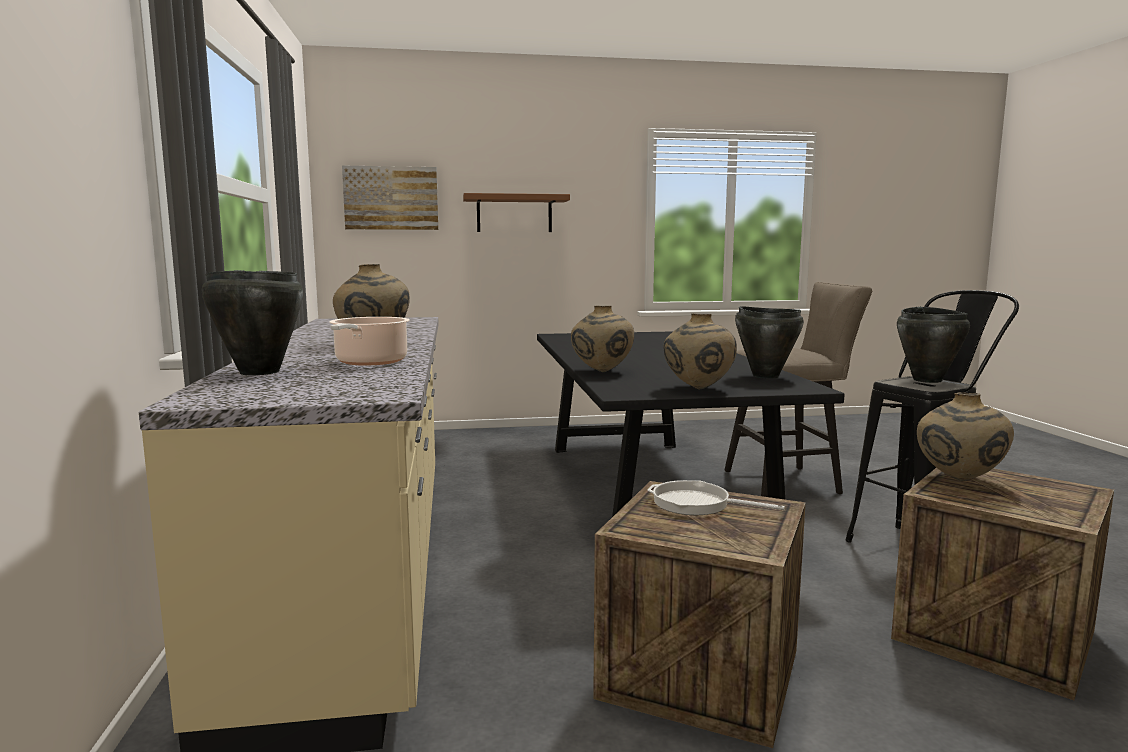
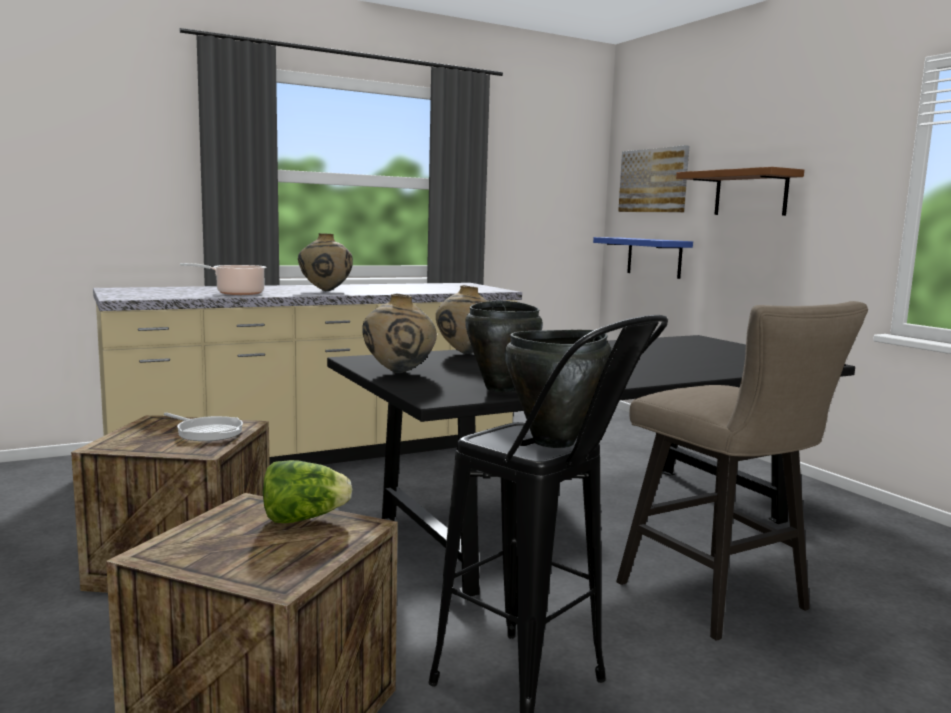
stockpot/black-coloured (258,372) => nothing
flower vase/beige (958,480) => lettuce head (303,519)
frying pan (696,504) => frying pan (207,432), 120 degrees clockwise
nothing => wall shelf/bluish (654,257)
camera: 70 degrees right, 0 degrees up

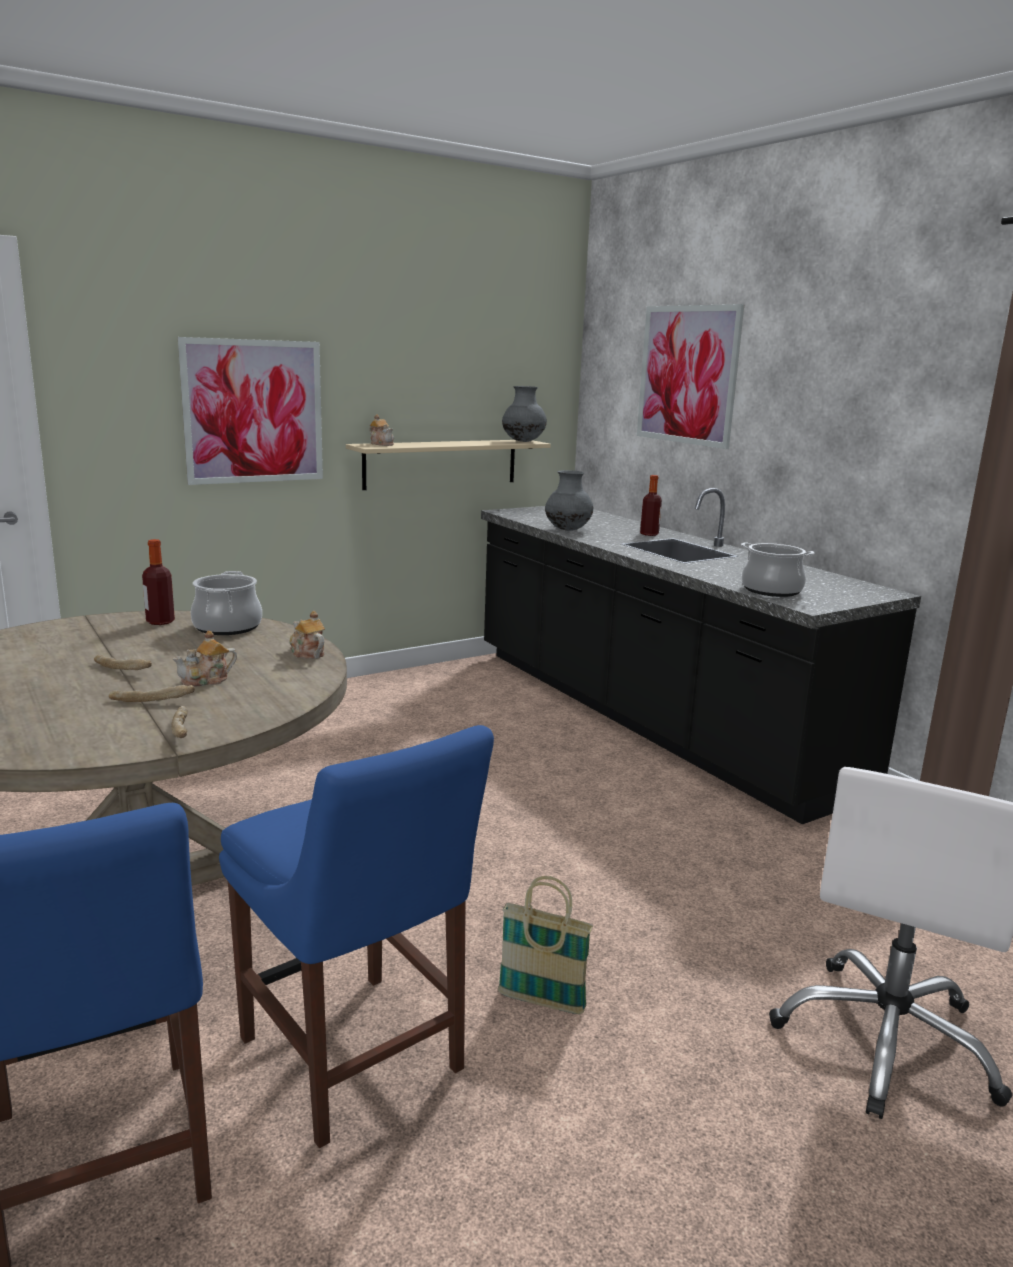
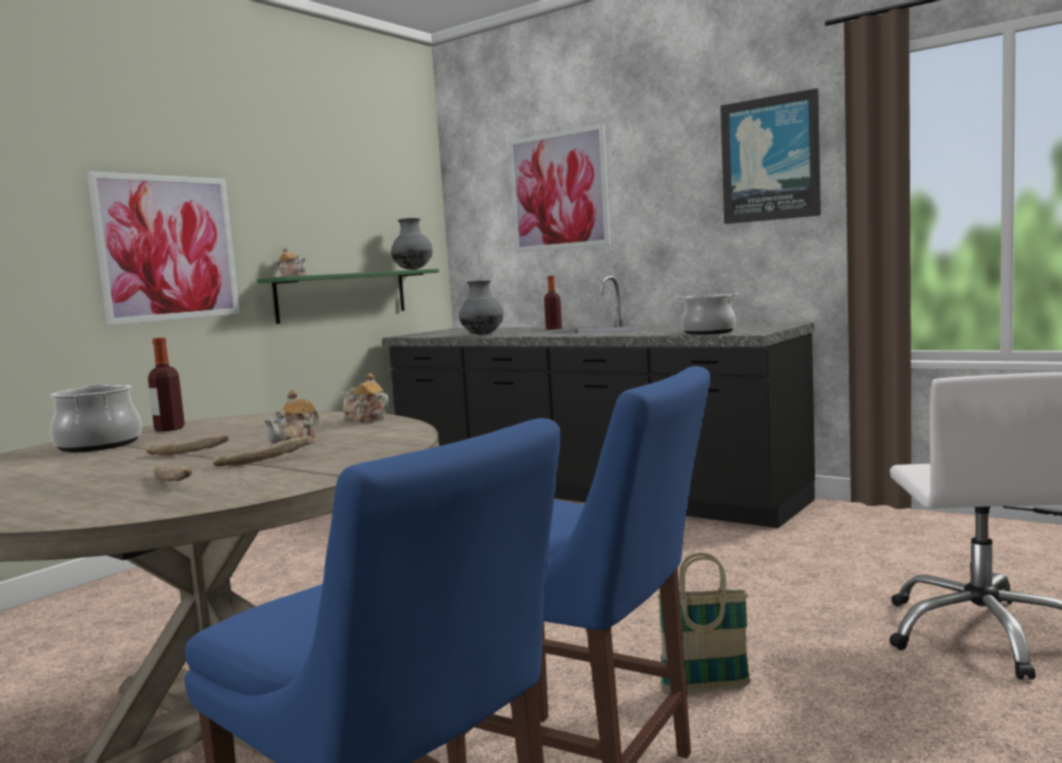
wall shelf/beige (441,463) => wall shelf/green-coloured (342,295)
stockpot (228,627) => stockpot (99,445), relocated
baked bread (183,730) => baked bread (173,481), relocated
nothing => picture (770,159)
camera: 20 degrees left, 10 degrees down

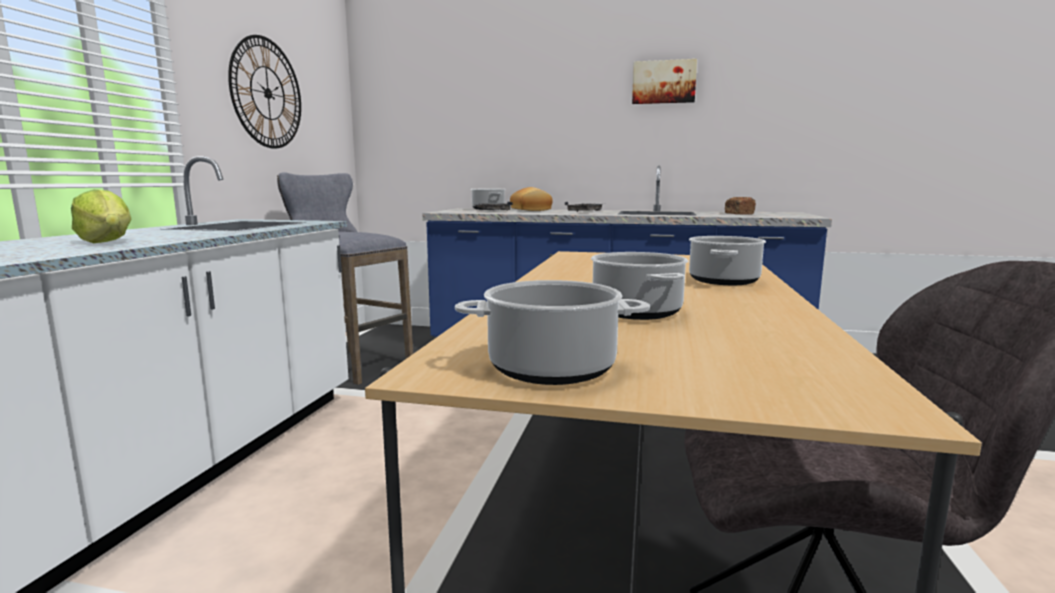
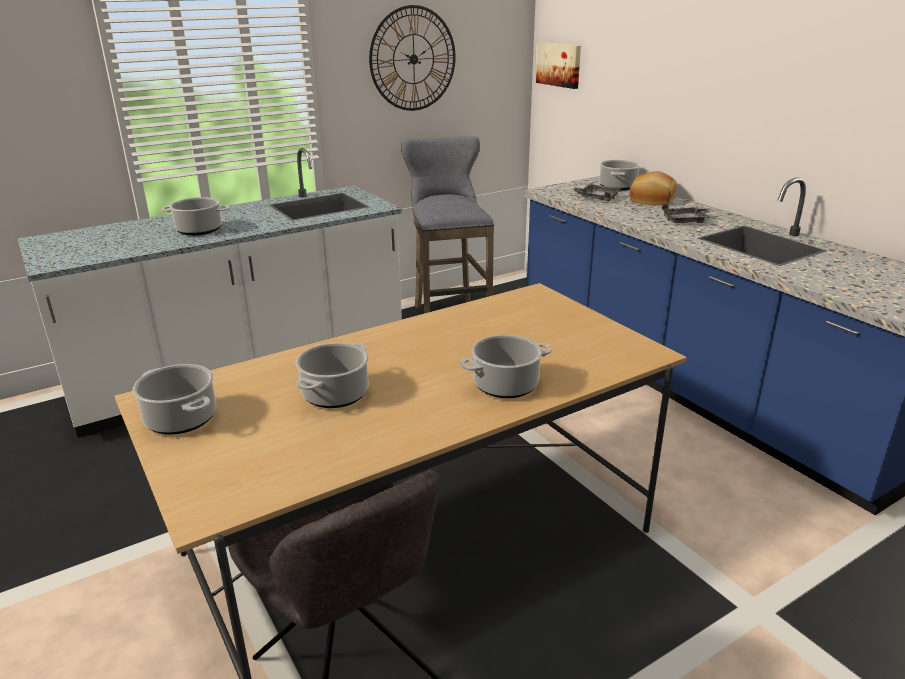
picture (664,82) => picture (559,64), relocated
lettuce head (107,242) => stockpot (200,230)
baked bread (738,213) => nothing
camera: 45 degrees right, 15 degrees up

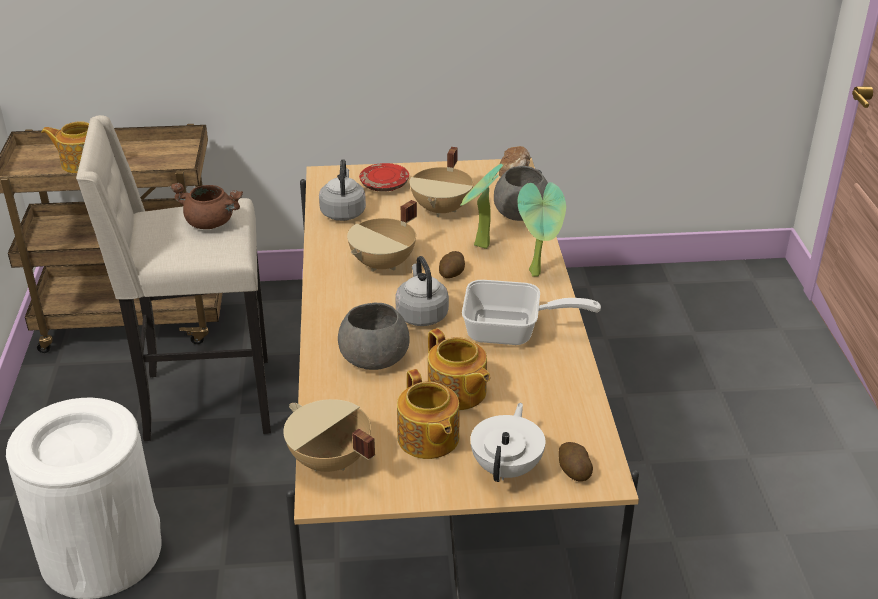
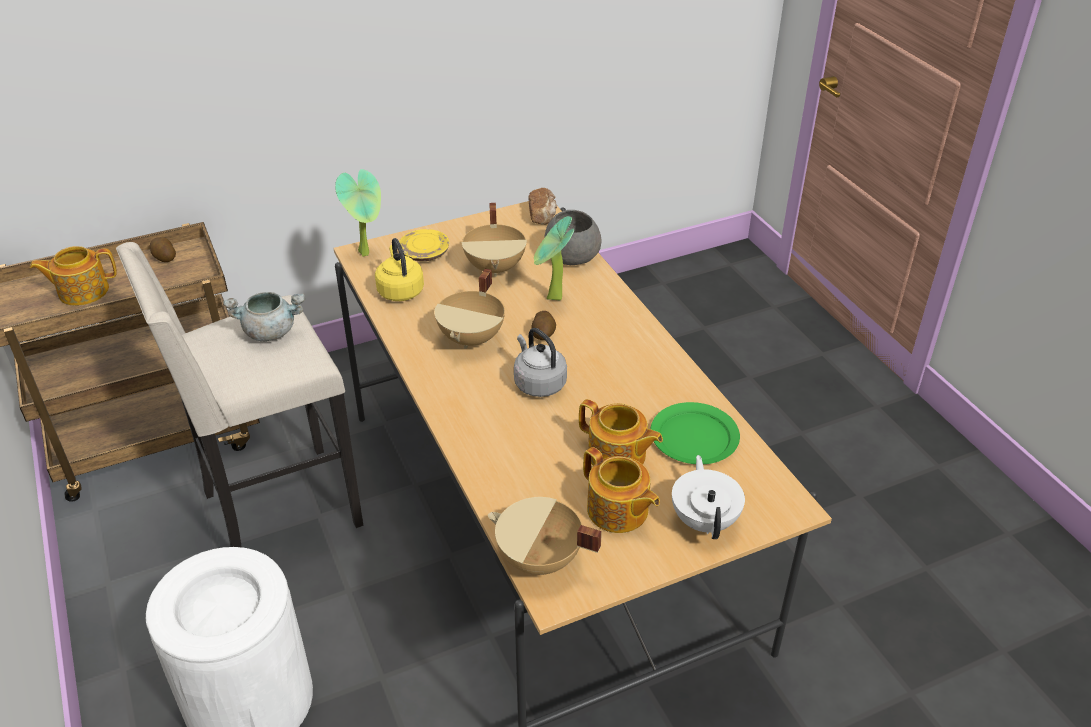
tea kettle/greyish (343,212) => tea kettle/yellowish (400,290)
plate/reddish (384,185) => plate/yellowish (425,253)
potted plant (538,273) => potted plant (367,252), relocated
stockpot/brownish (211,223) => stockpot/greyish (271,331)
frying pan (512,332) => nothing
serving bowl/greyish (373,358) => nothing
potato (573,471) => potato (164,257), relocated
nothing => plate/green-coloured (694,437)
camera: 20 degrees left, 5 degrees up

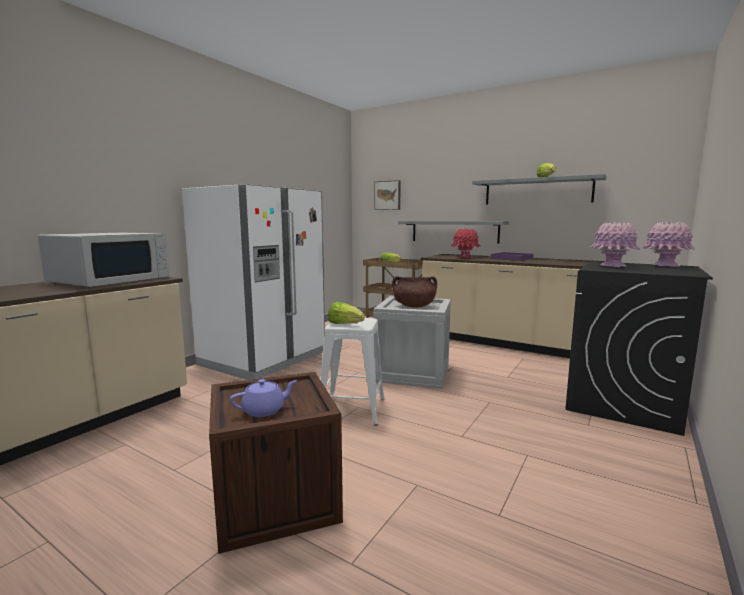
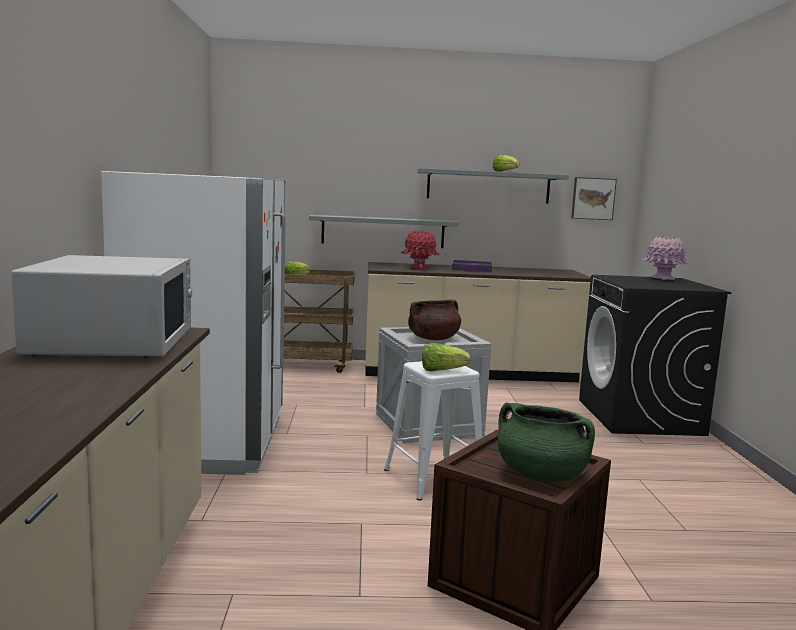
picture (388,195) => picture (593,198), relocated
flower vase/pinkish (612,266) => nothing
teapot/purplish (265,410) => stockpot/green-coloured (540,475)
camera: 35 degrees left, 0 degrees up

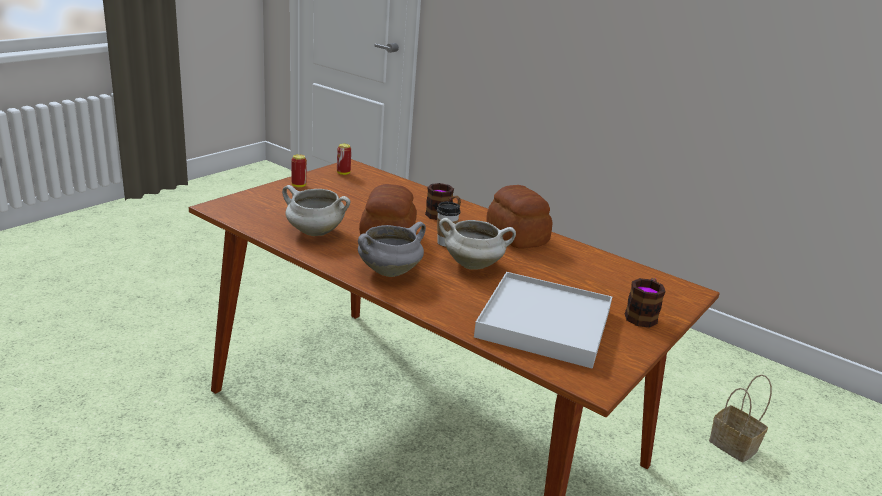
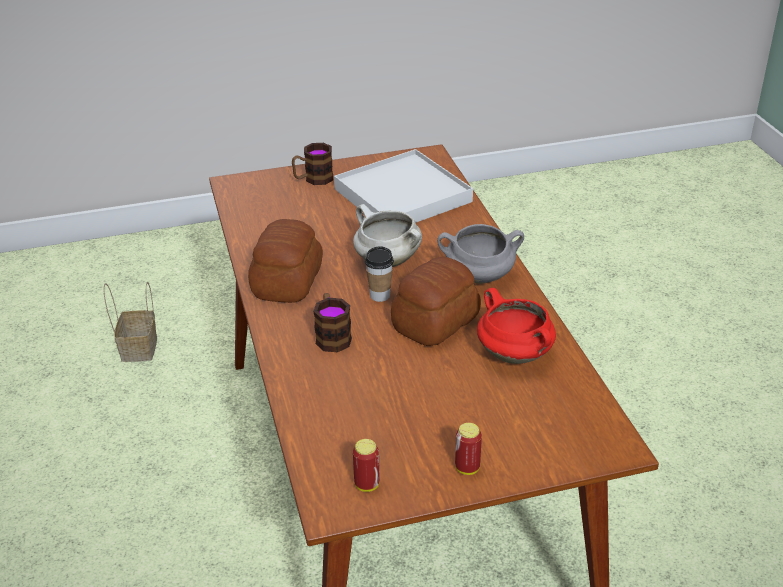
stockpot/white-coloured (314,232) => stockpot/reddish (516,355)
camera: 140 degrees left, 10 degrees up

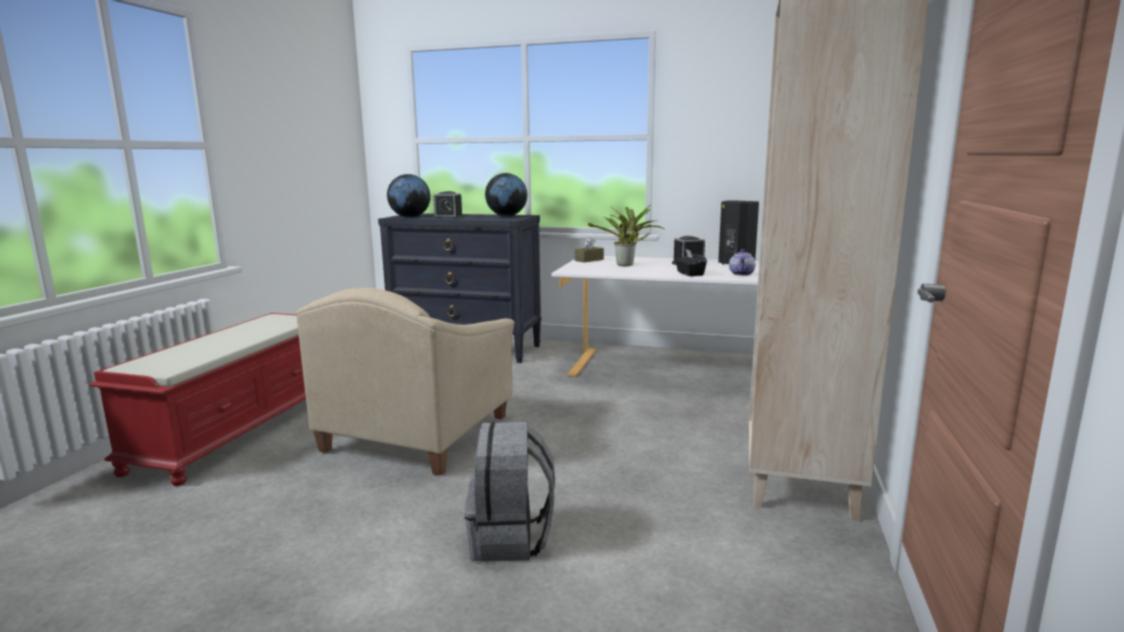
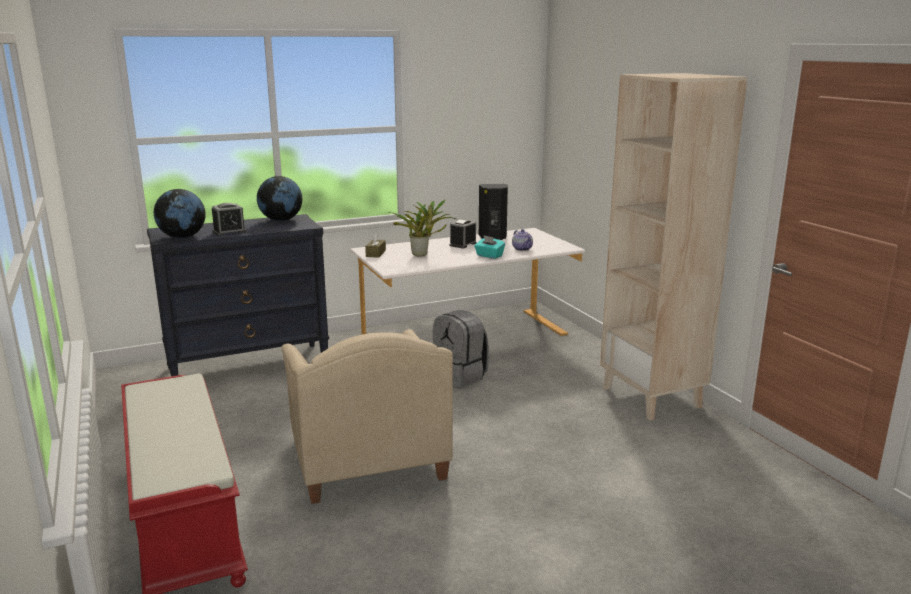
tissue holder/black-coloured (689,274) => tissue holder/turquoise (489,256)
backpack/greyish (511,539) => backpack/greyish (460,376), relocated
camera: 40 degrees left, 5 degrees up

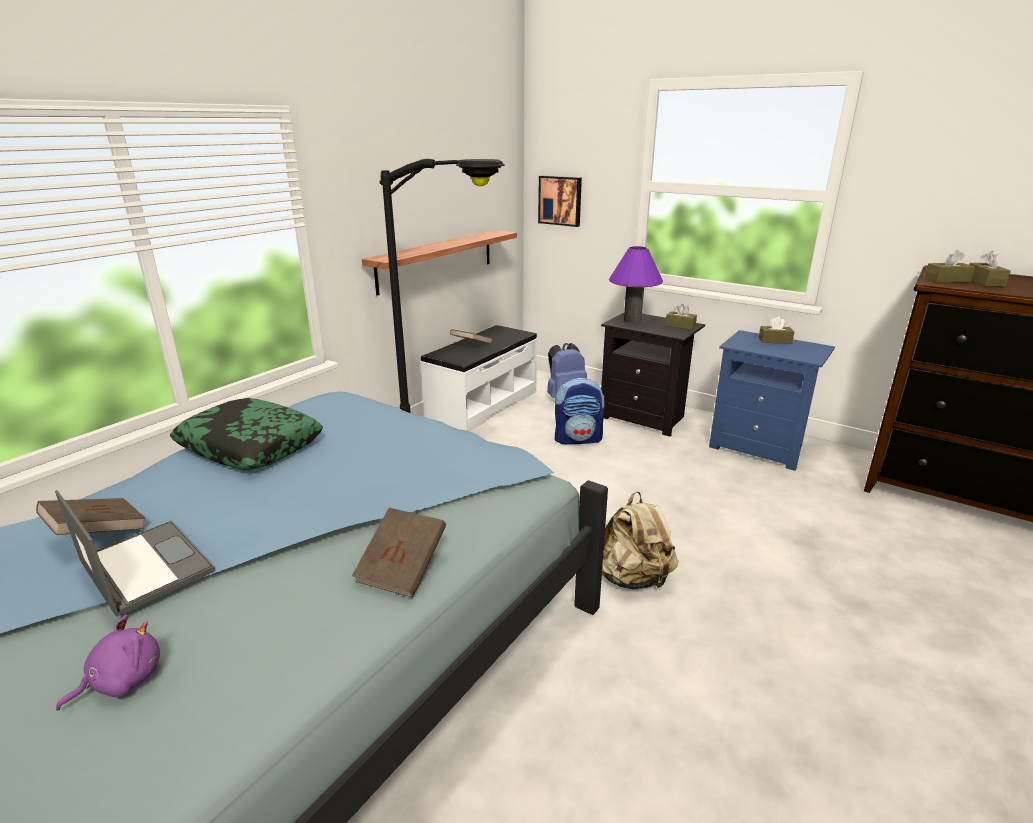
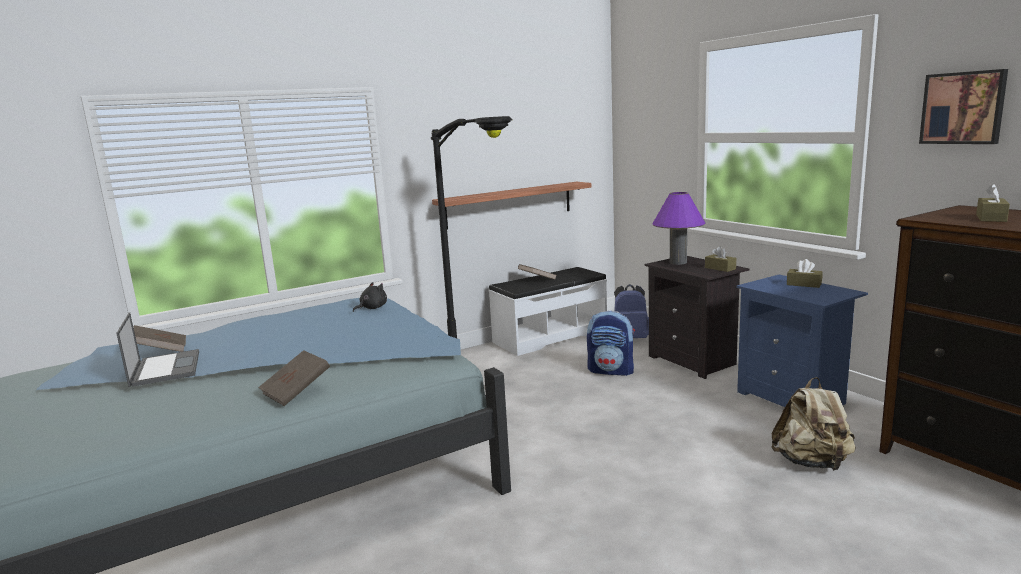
picture (560,200) => picture (963,108), relocated
tissue holder/brownish (947,280) => nothing
throw pillow (249,446) => nothing
backpack/beige (633,578) => backpack/beige (812,463), relocated
plush toy/purplish (122,680) => nothing
nothing => plush toy/black-coloured (372,308)
camera: 25 degrees right, 10 degrees down

